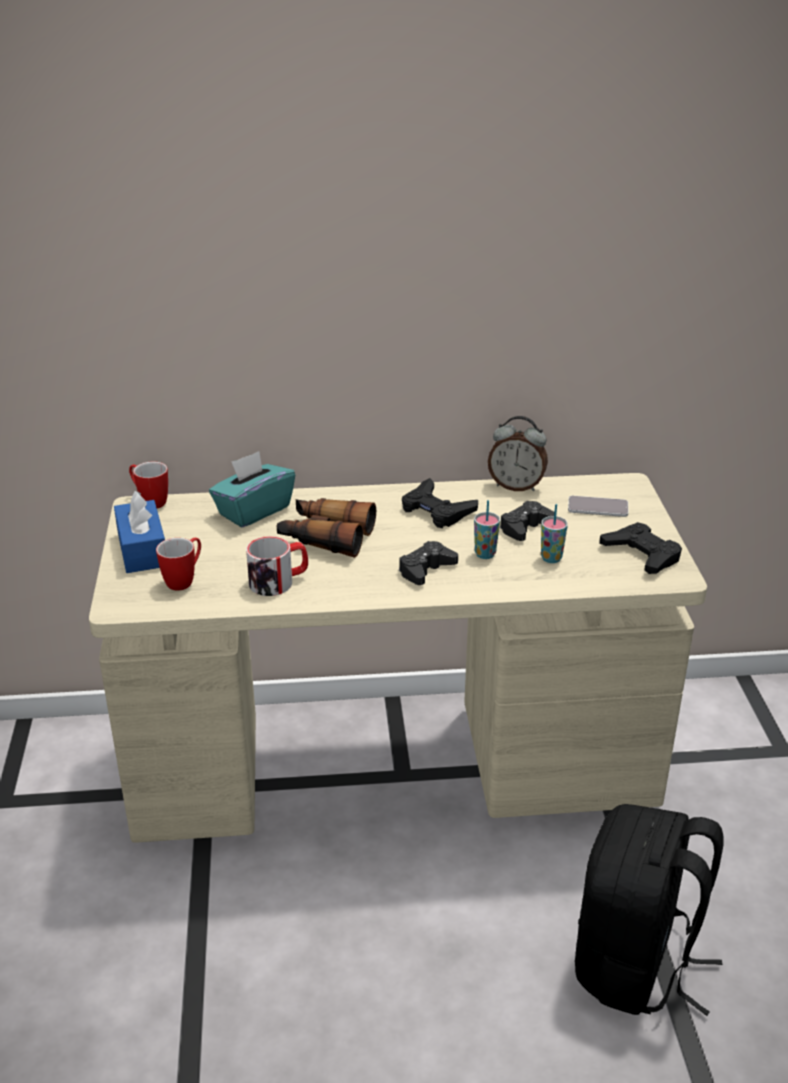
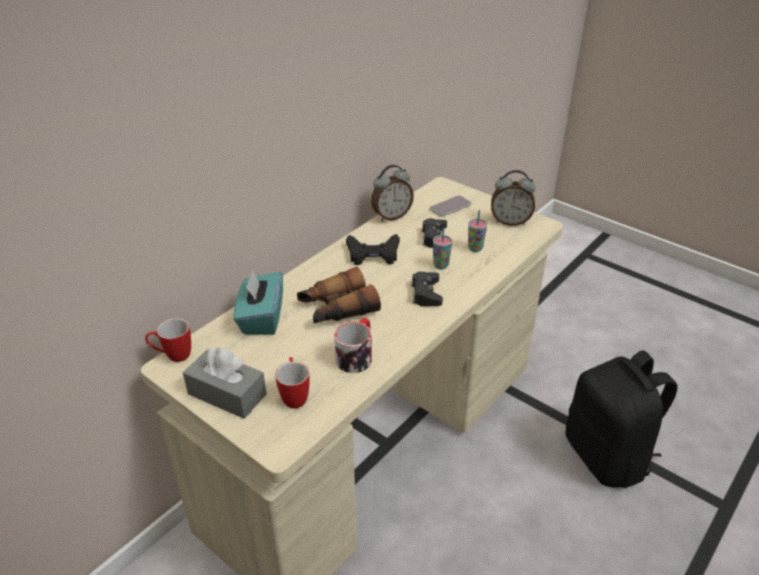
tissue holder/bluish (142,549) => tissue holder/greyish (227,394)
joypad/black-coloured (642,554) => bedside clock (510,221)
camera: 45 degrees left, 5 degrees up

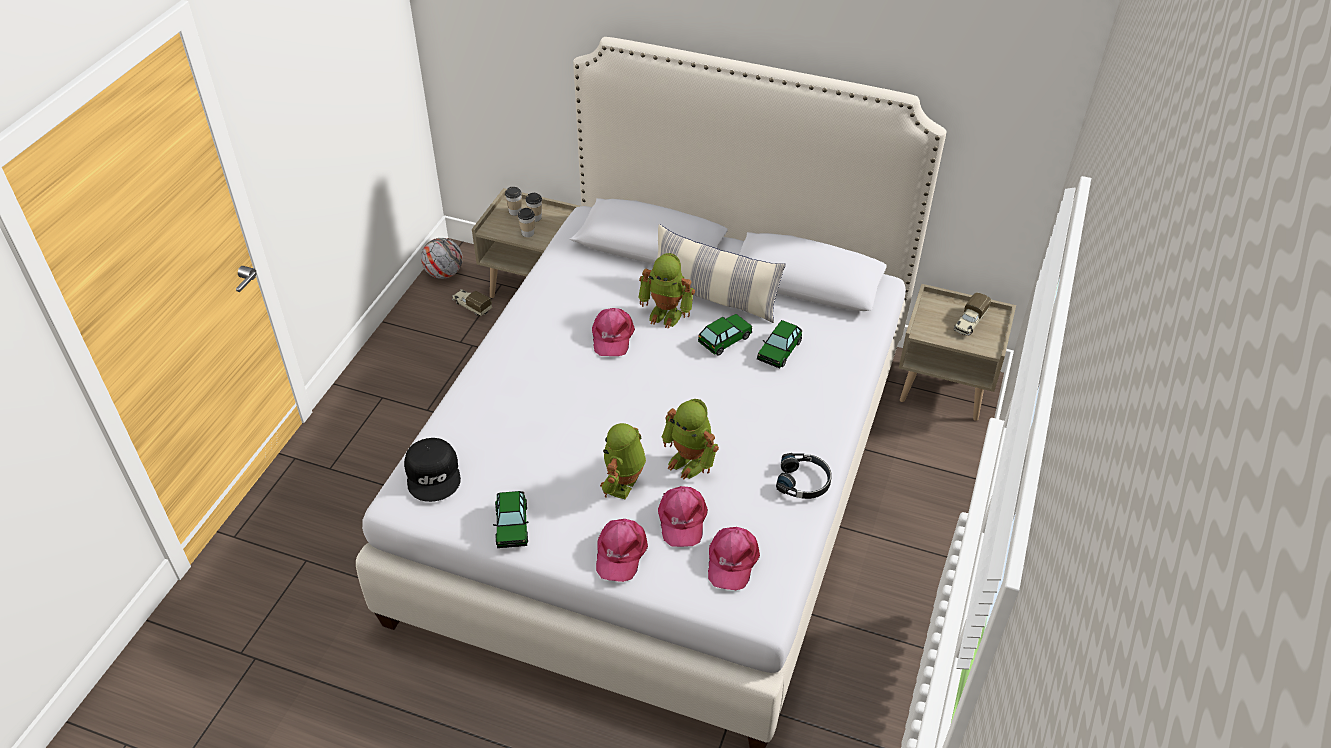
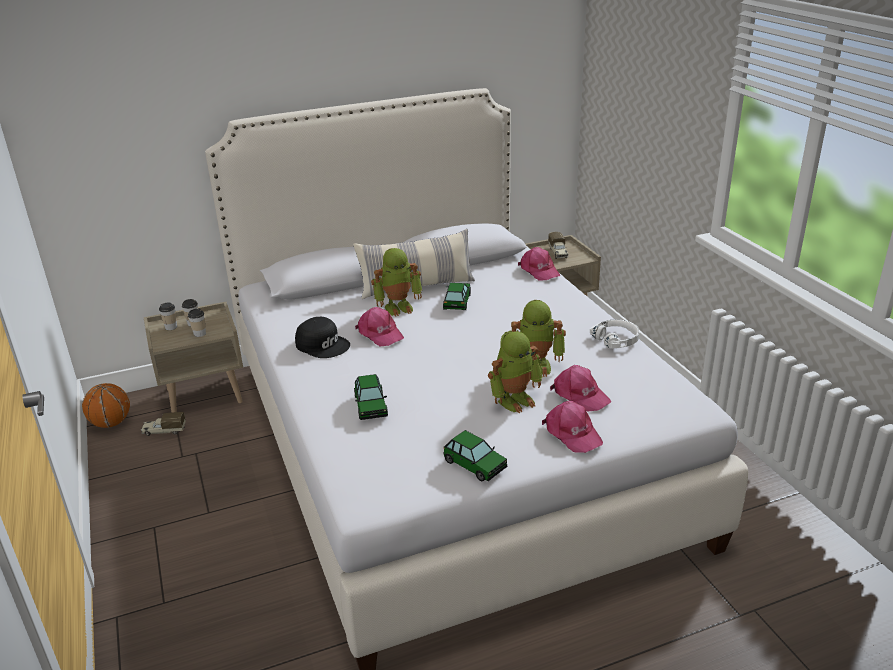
football ball (444,273) => basketball ball (111,423)
toy car (779,351) => toy car (371,406), relocated
model robot (624,485) => model robot (515,400), 105 degrees counterclockwise
cap/black-coloured (434,474) => cap/black-coloured (323,344), relocated
headphones/black-coloured (804,481) => headphones/white-coloured (616,339)
cap/pinkish (731,560) => cap/pinkish (539,270), relocated
camera: 40 degrees left, 15 degrees down

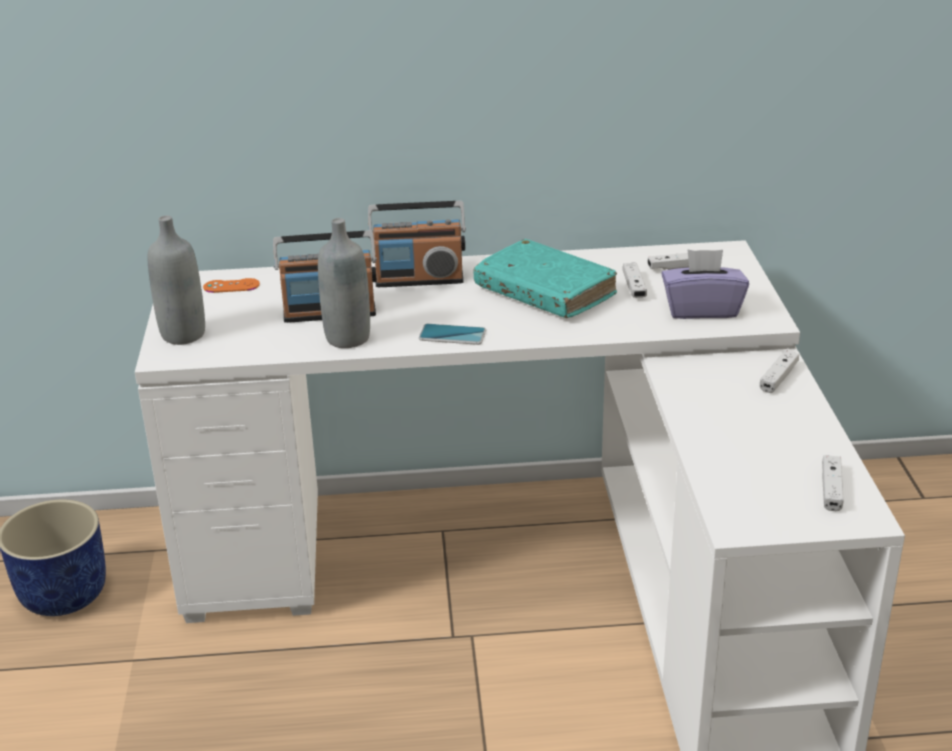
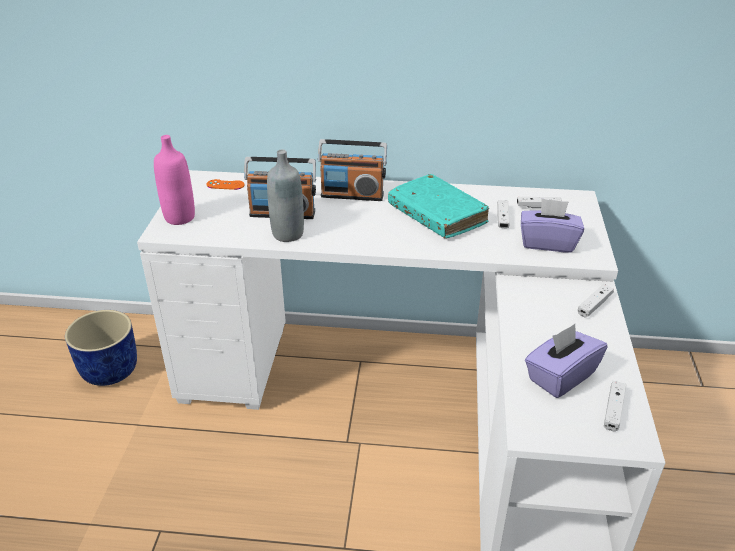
bottle/greyish (183,334) => bottle/pinkish (179,217)
handset (452,335) => nothing
nothing => tissue holder/purplish (560,376)
camera: 10 degrees right, 5 degrees up

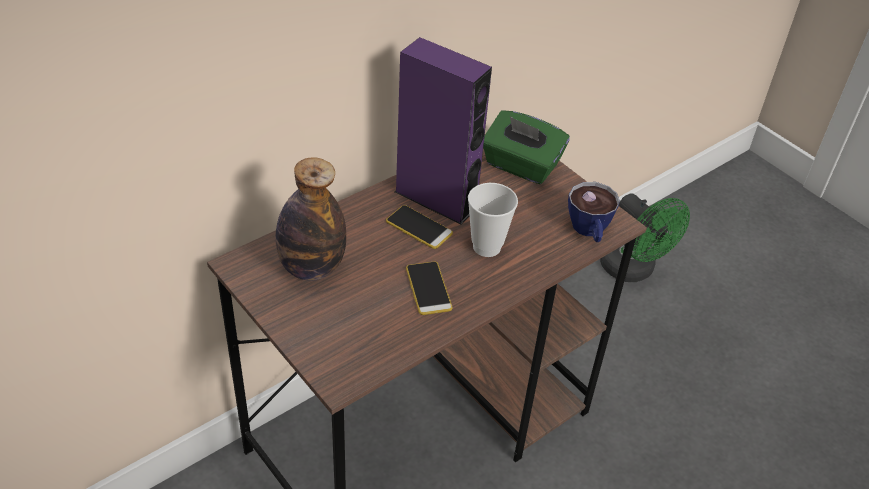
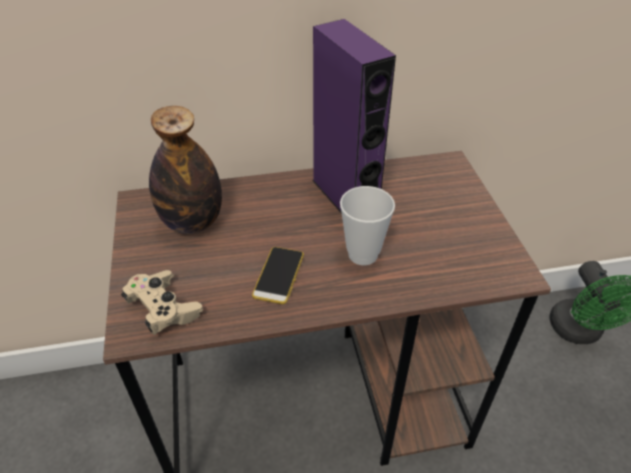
tissue holder/green-coloured (521,166) => nothing
small cup (589,231) => nothing
handset (419,227) => nothing
nothing => joypad/beige (164,309)
camera: 30 degrees right, 0 degrees up

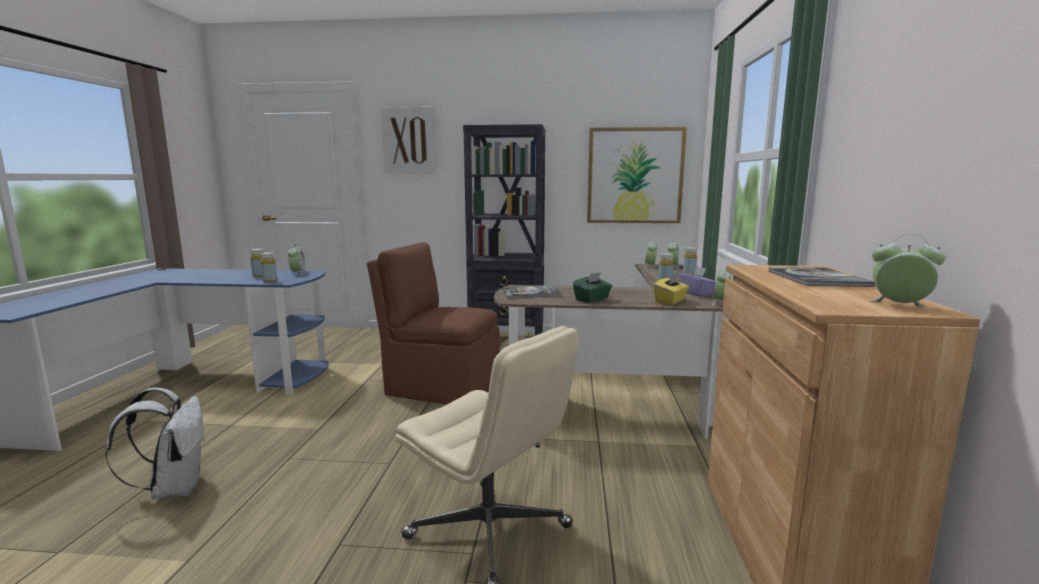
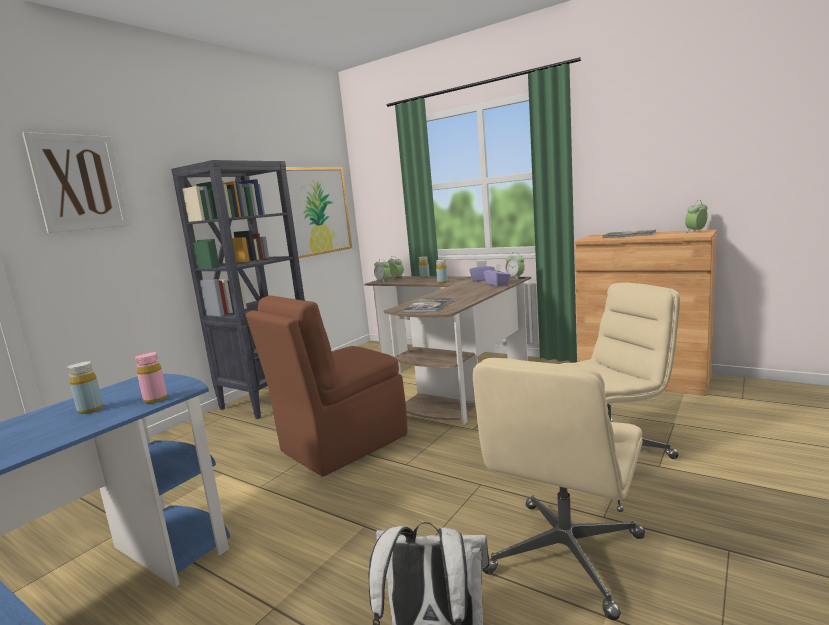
bedside clock (298,273) => nothing
bottle/yellowish (270,281) => bottle/pinkish (155,399)
tissue holder/green-coloured (592,299) => nothing
tissue holder/yellowish (670,301) => tissue holder/purplish (497,284)
nothing => desk chair/beige (565,556)
camera: 60 degrees left, 0 degrees up

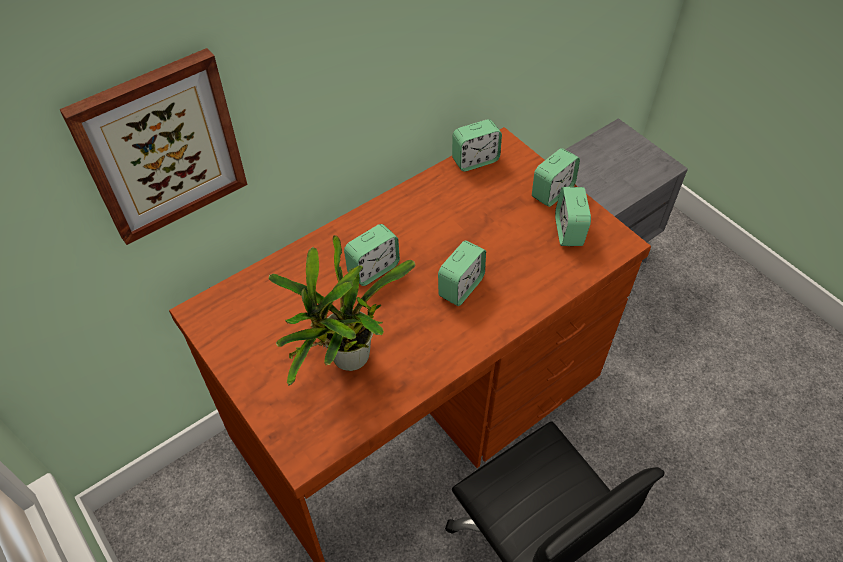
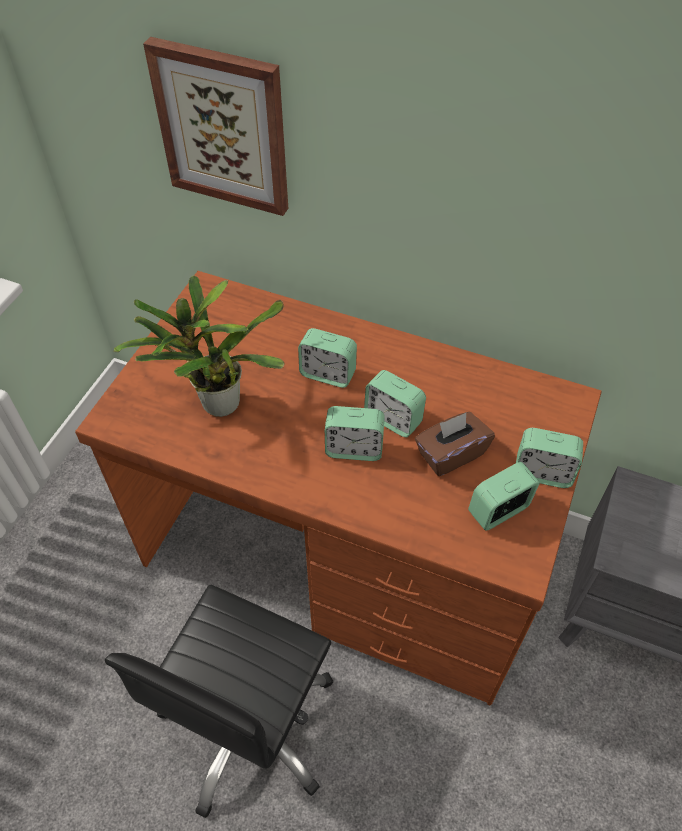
bedside clock (475,160) => bedside clock (393,419), relocated
nothing => tissue holder/brownish (450,454)
camera: 60 degrees right, 0 degrees up

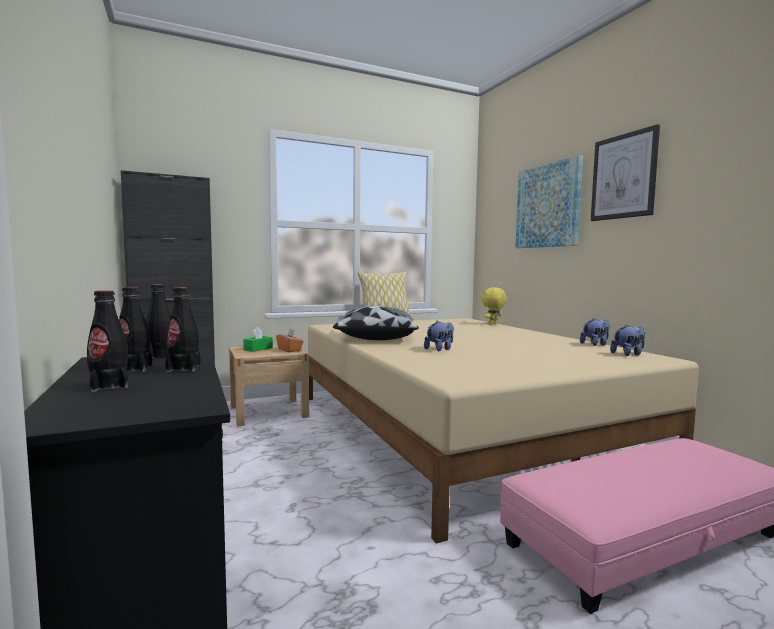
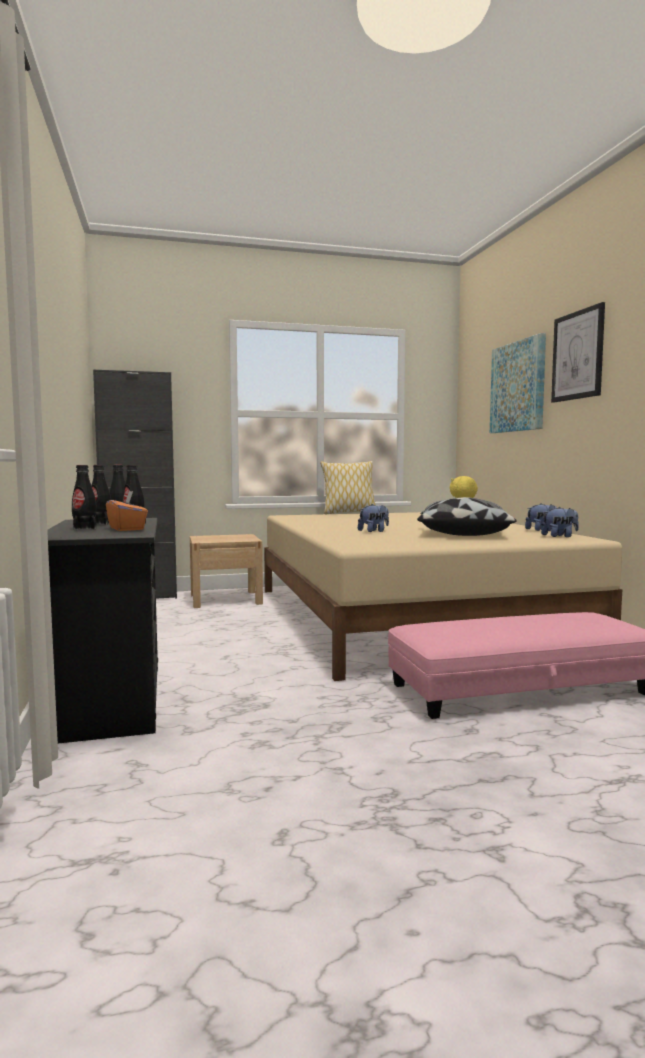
throw pillow (376,337) => throw pillow (463,534), relocated
tissue holder/green-coloured (258,349) => nothing
tissue holder/orange (290,350) => tissue holder/orange (127,529), relocated
camera: 10 degrees right, 0 degrees up

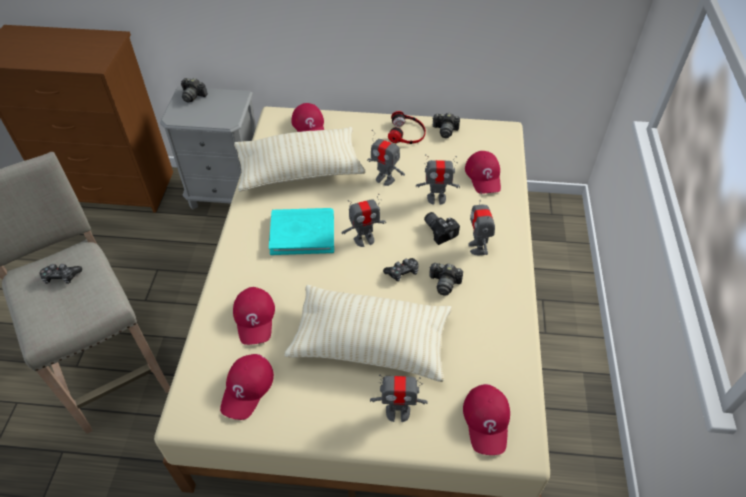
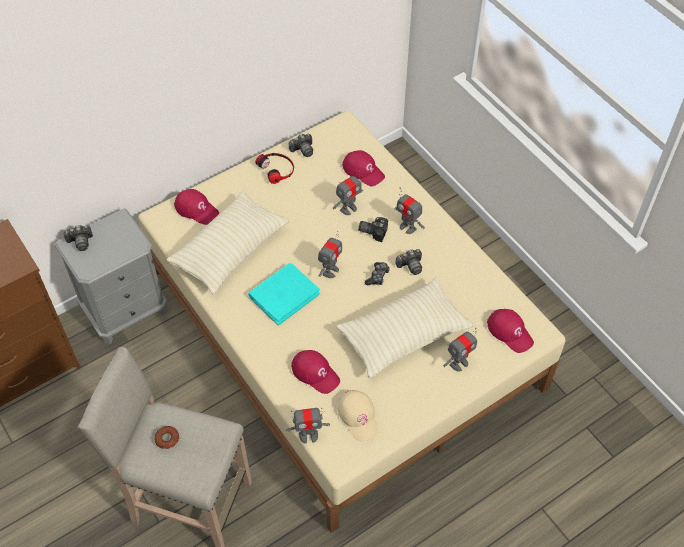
model robot (385,179) => model robot (308,435), relocated
joypad (61,277) => donut (167,439)
cap/reddish (247,388) => cap/beige (359,416)
camera: 40 degrees left, 5 degrees up

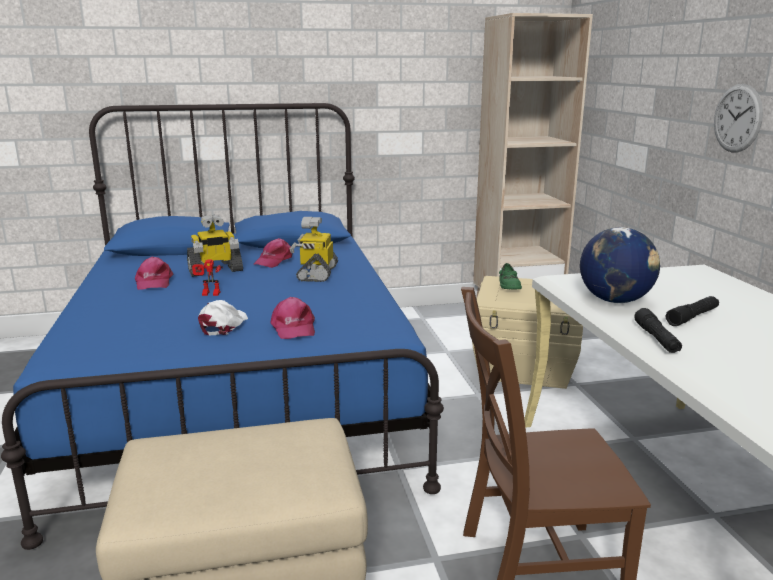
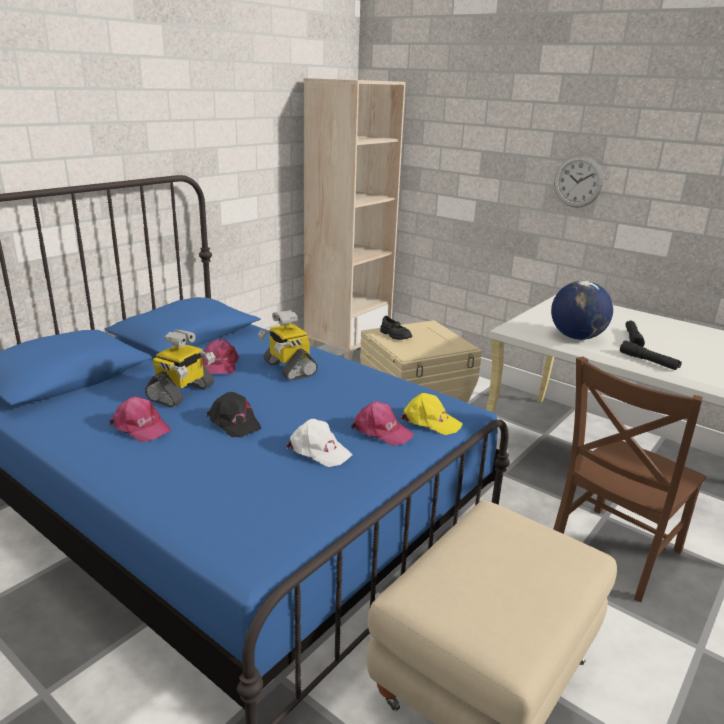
model robot (209,294) => cap/black-coloured (234,422)
shoe/green-coloured (508,285) => shoe/black-coloured (395,335)
cap/white-coloured (223,325) => cap/white-coloured (319,451), 150 degrees clockwise
nothing => cap/yellowish (430,422)
camera: 40 degrees left, 5 degrees up

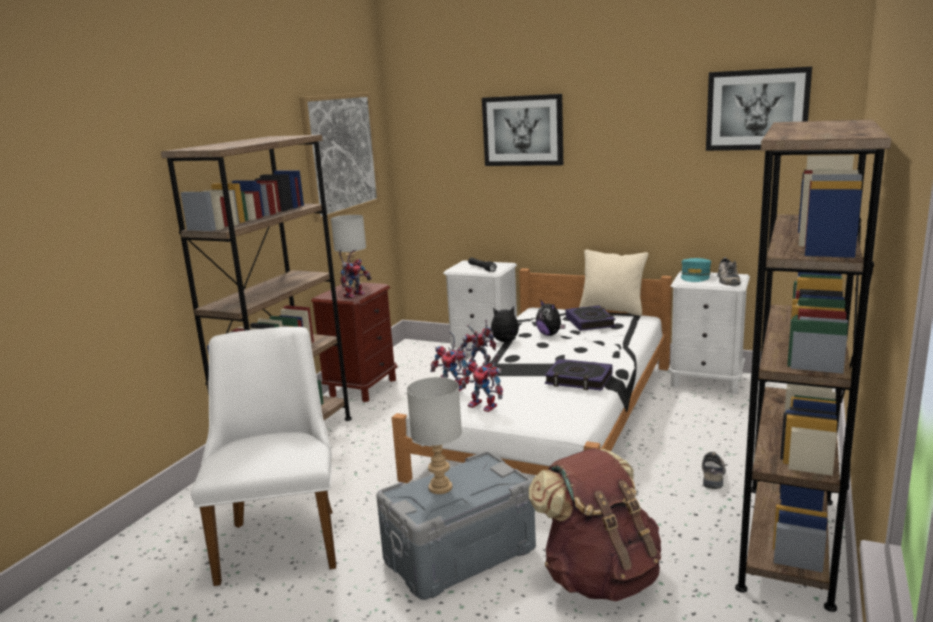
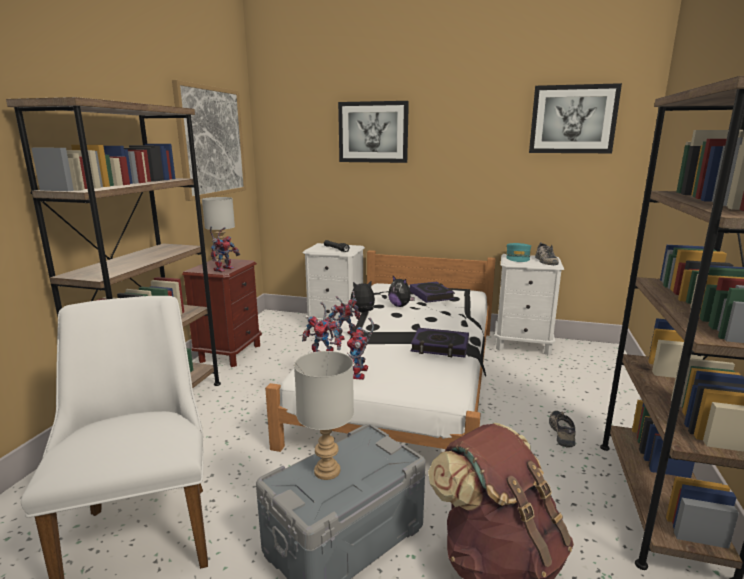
throw pillow/beige (612,310) => nothing
model robot (486,406) => model robot (360,375), 75 degrees clockwise
camera: 10 degrees left, 0 degrees up

